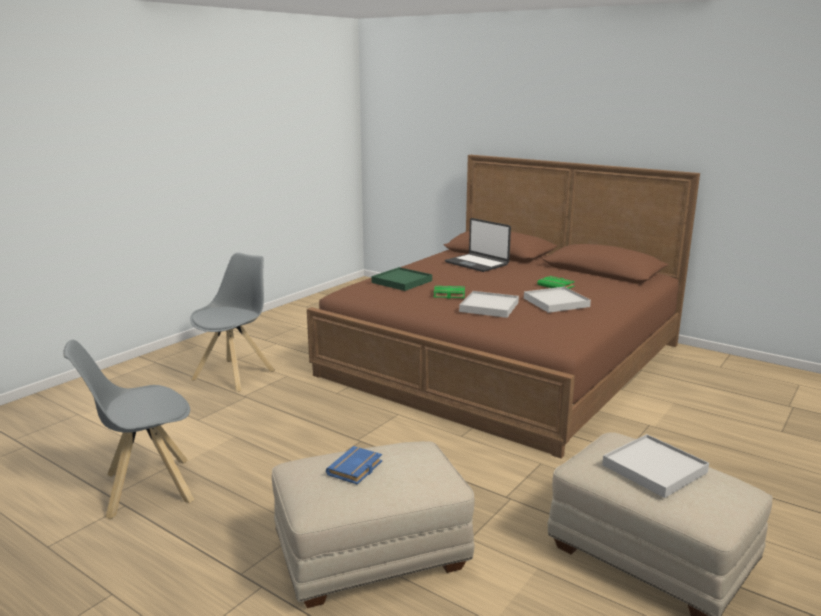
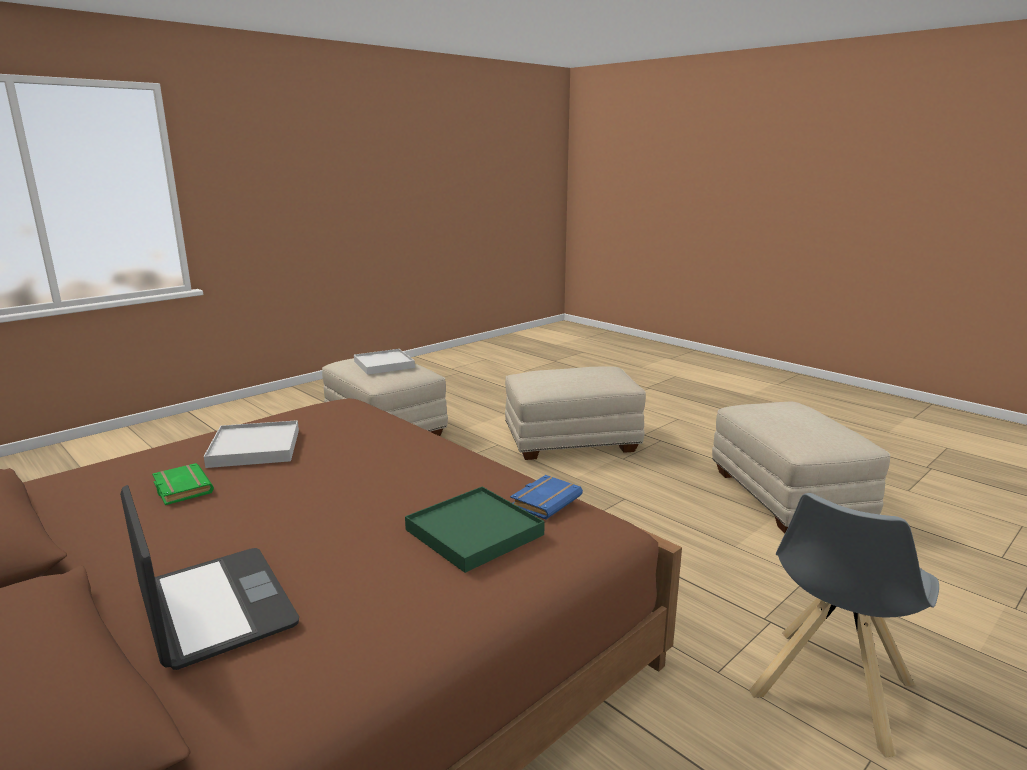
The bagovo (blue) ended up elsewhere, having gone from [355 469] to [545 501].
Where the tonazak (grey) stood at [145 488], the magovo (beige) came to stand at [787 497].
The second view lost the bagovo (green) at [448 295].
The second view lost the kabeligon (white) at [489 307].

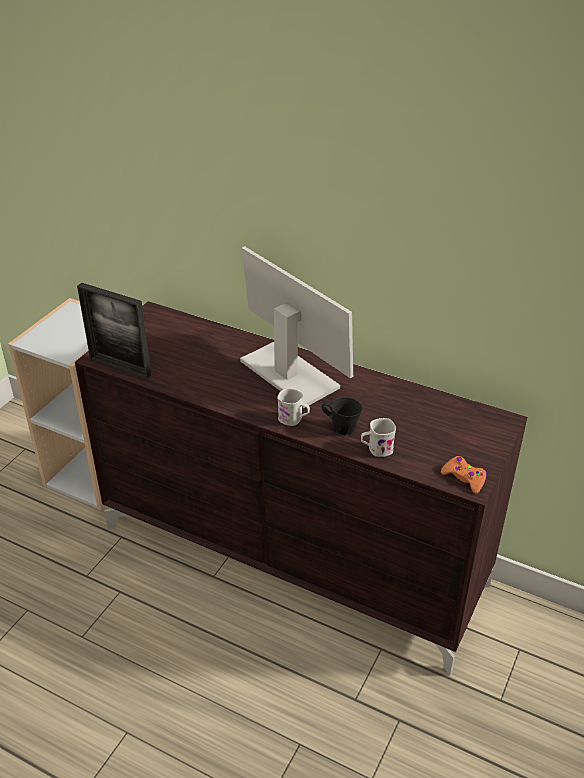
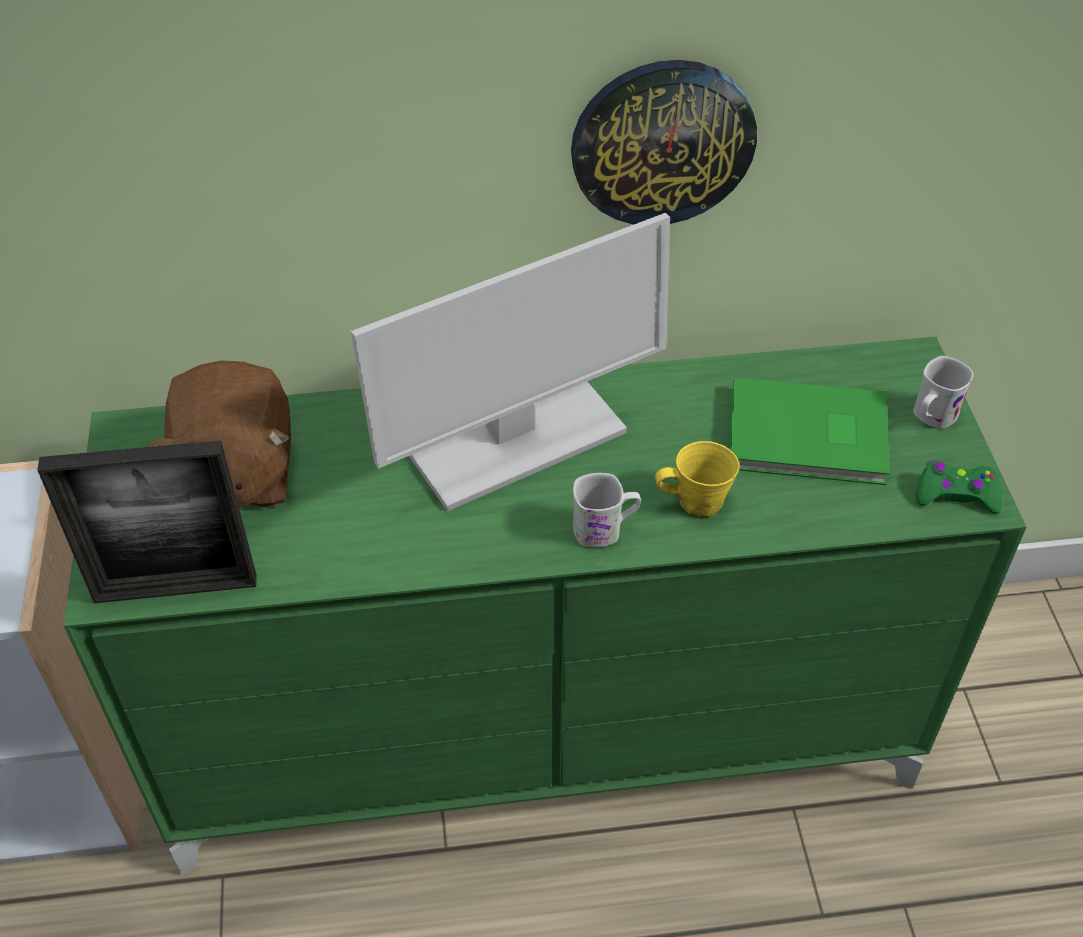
What was the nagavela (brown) at [292 555] turned into the nagavela (green) at [542 732].
The second view gained the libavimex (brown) at [235 474].
The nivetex at [290 374] ended up facing another way, 135 degrees clockwise from before.
The second view gained the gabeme at [662 142].
What was the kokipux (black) at [342 427] turned into the kokipux (yellow) at [696 501].
The second view gained the bagovo (green) at [809 438].
The kokipux (white) ended up elsewhere, having gone from [376 449] to [931 417].
What was the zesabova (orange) at [464 478] turned into the zesabova (green) at [956 494].

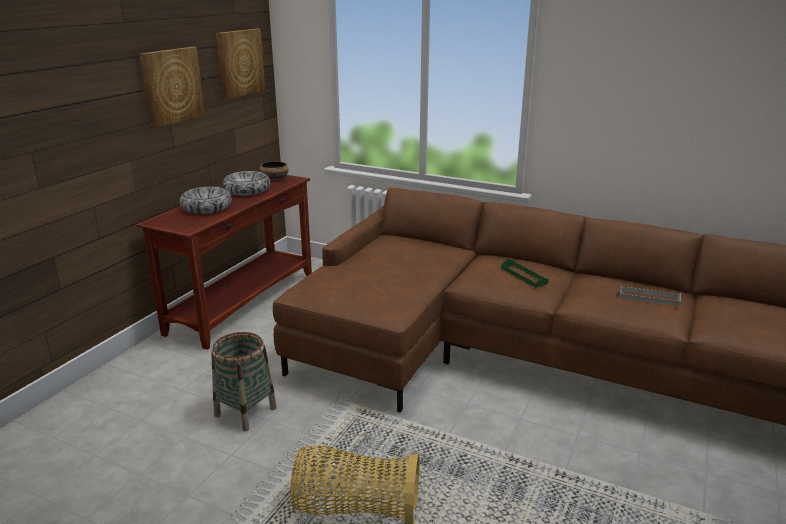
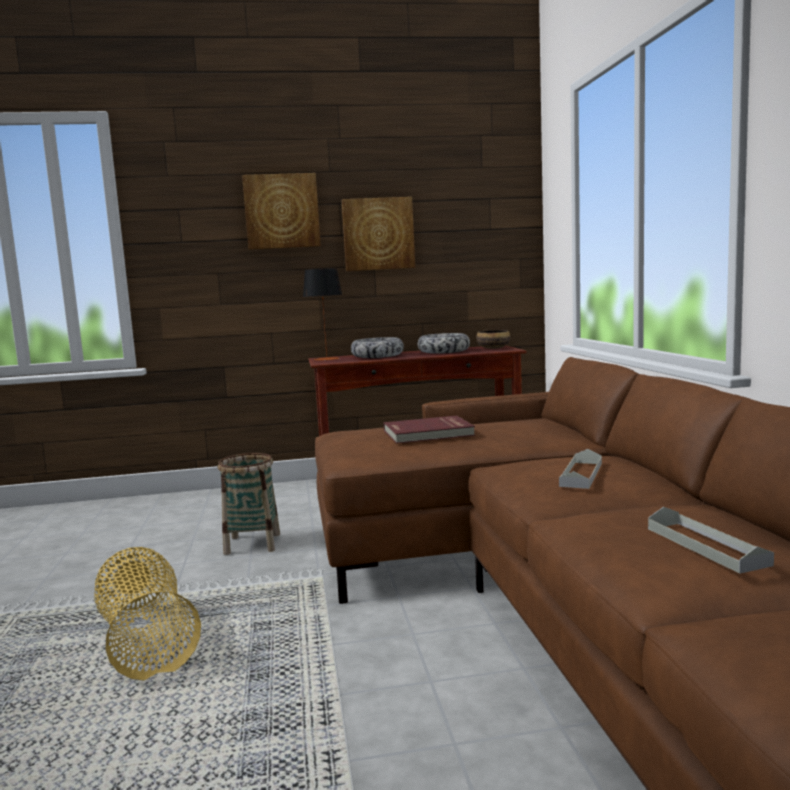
The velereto ended up elsewhere, having gone from [239 63] to [282 211].
The second view gained the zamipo at [326 359].
The second view gained the bagovo (red) at [428 433].
What was the kabeligon (green) at [524 276] turned into the kabeligon (grey) at [581 474].

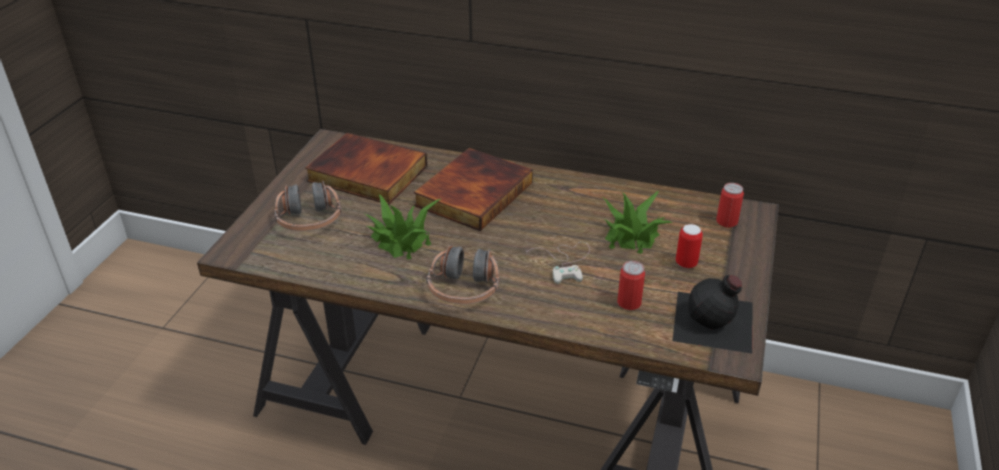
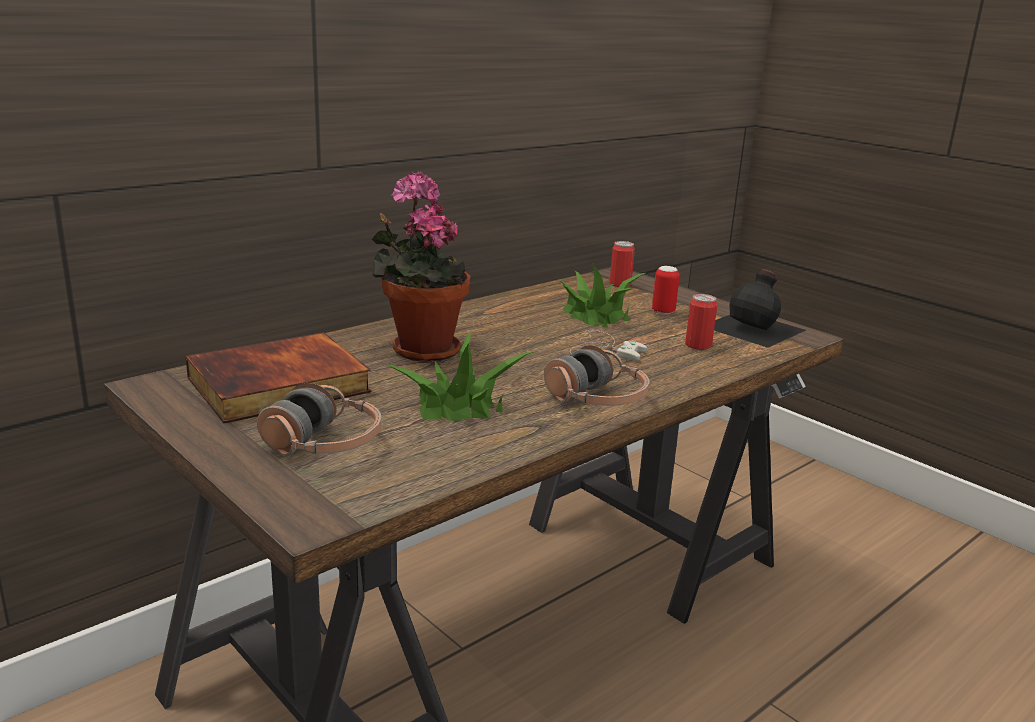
Where the bagovo stood at [472 193], the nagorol came to stand at [420 349].

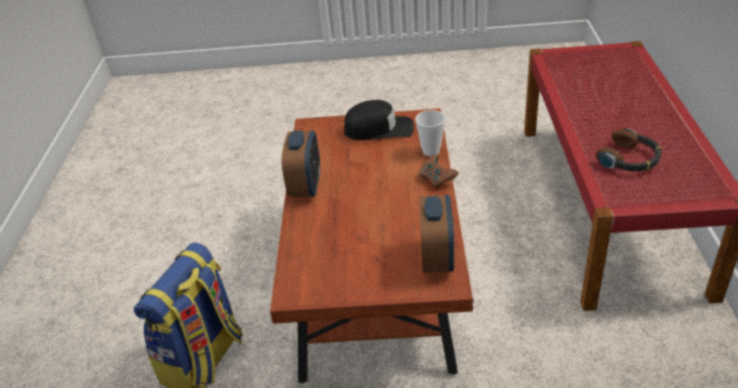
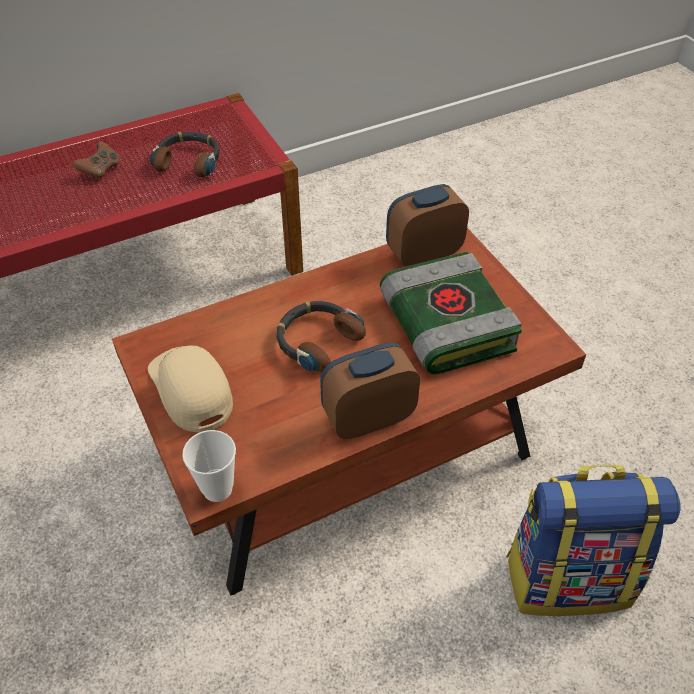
The zesabova (brown) ended up elsewhere, having gone from [436 180] to [100 170].
What was the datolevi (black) at [379 129] turned into the datolevi (beige) at [191 389].
The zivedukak ended up elsewhere, having gone from [431 151] to [217 489].
The second view gained the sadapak at [317 340].
The second view gained the bagovo at [444 323].

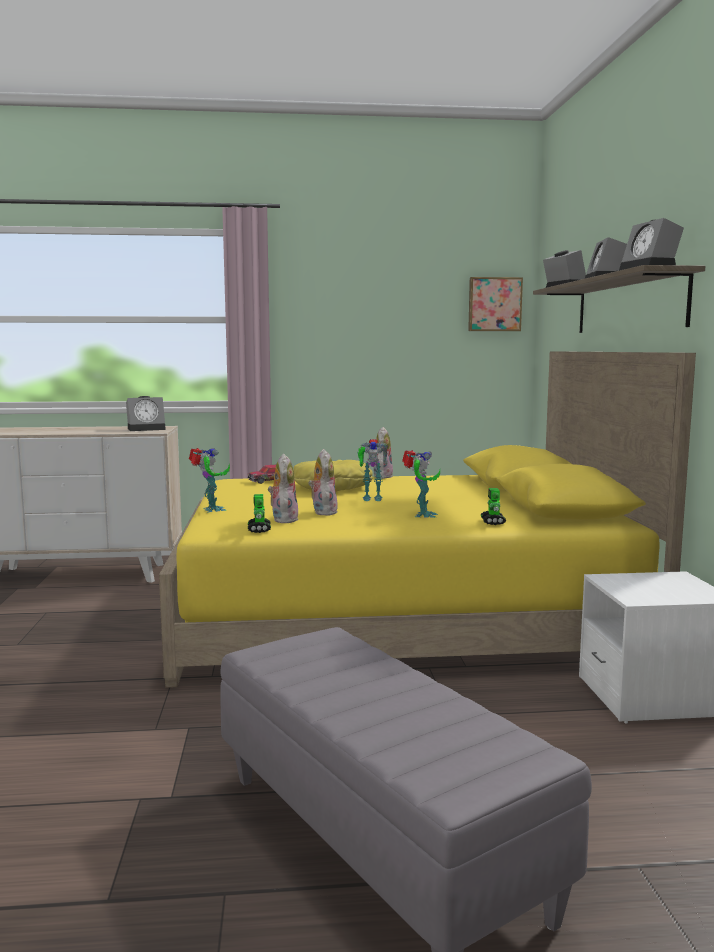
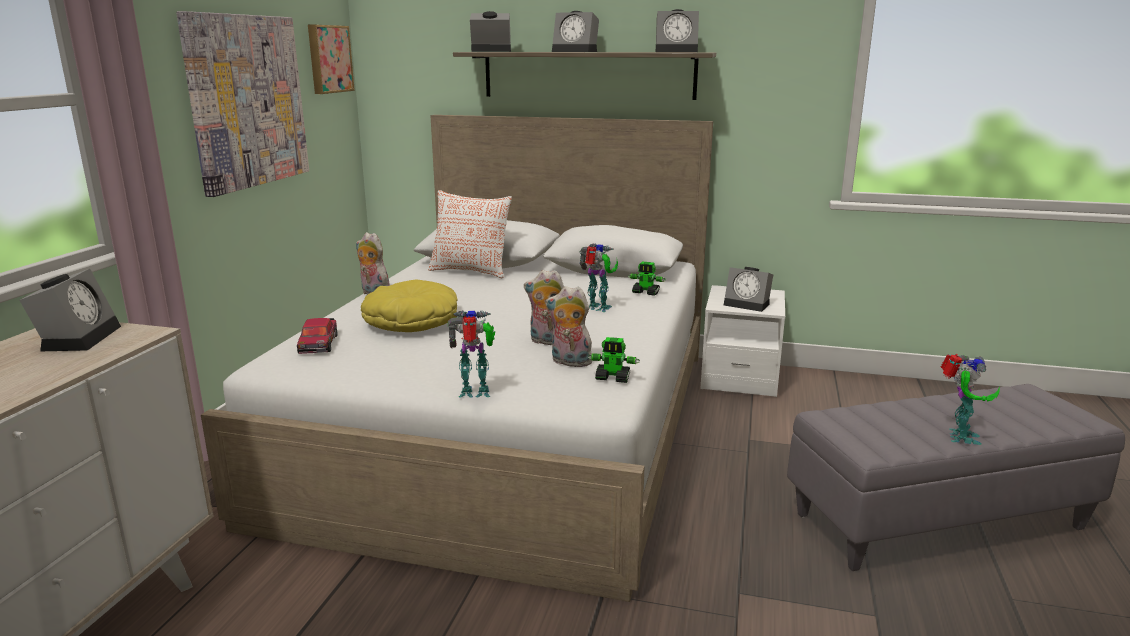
The second view gained the velereto at [246 101].
What was the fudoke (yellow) at [399 614] turned into the fudoke (white) at [512 426].
The second view gained the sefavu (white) at [470 272].
The second view gained the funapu at [748 304].
The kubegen ended up elsewhere, having gone from [371 498] to [959 437].

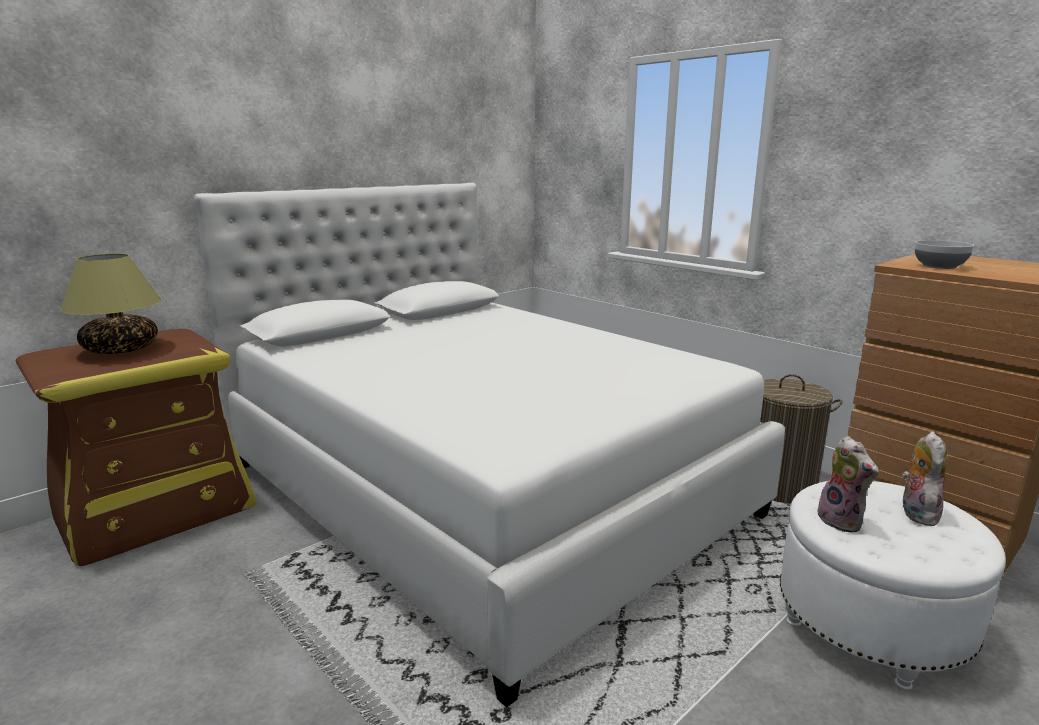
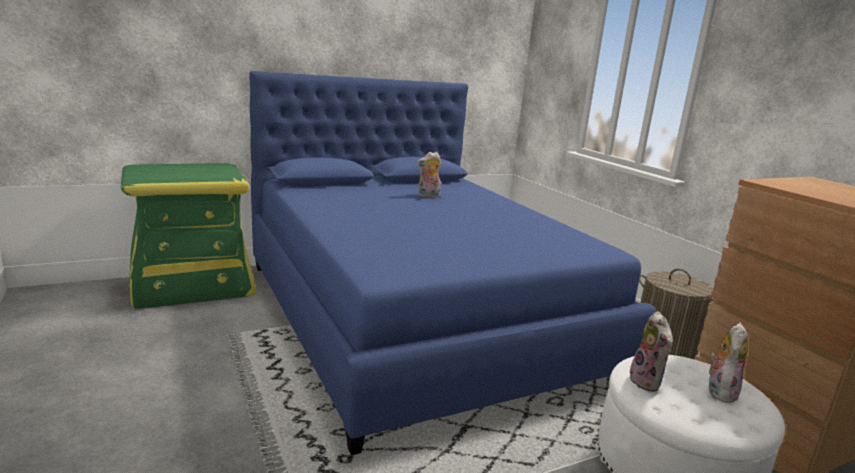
What was the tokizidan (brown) at [159 513] turned into the tokizidan (green) at [194 287].
What was the fudoke (white) at [483 489] turned into the fudoke (blue) at [416 316].
The second view gained the libavimex at [428 196].
The second view lost the zamipo at [121 350].
The second view lost the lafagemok at [940 266].

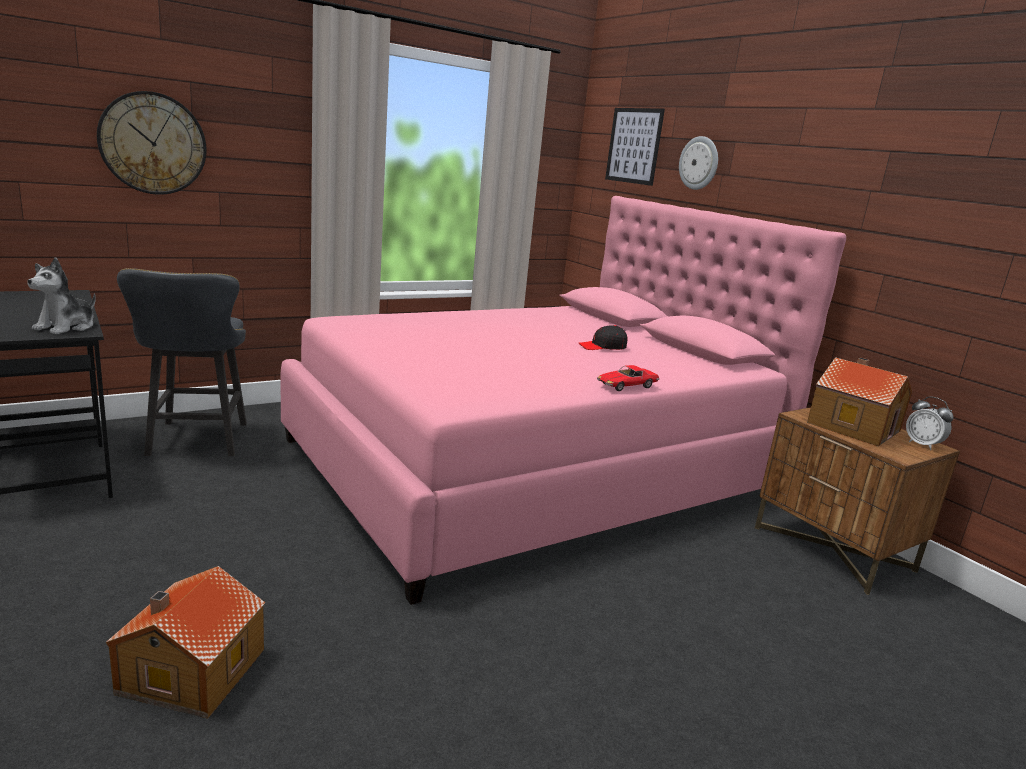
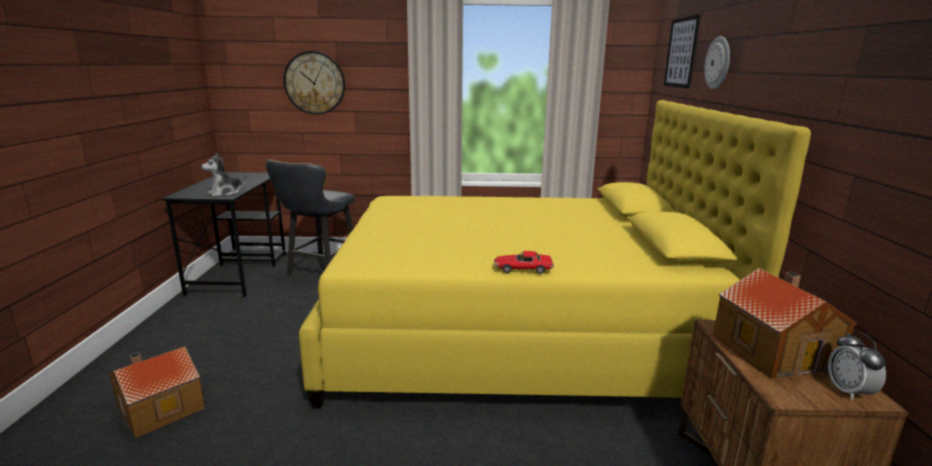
What was the fudoke (pink) at [530 469] turned into the fudoke (yellow) at [515 331].
The second view lost the datolevi (black) at [603 347].

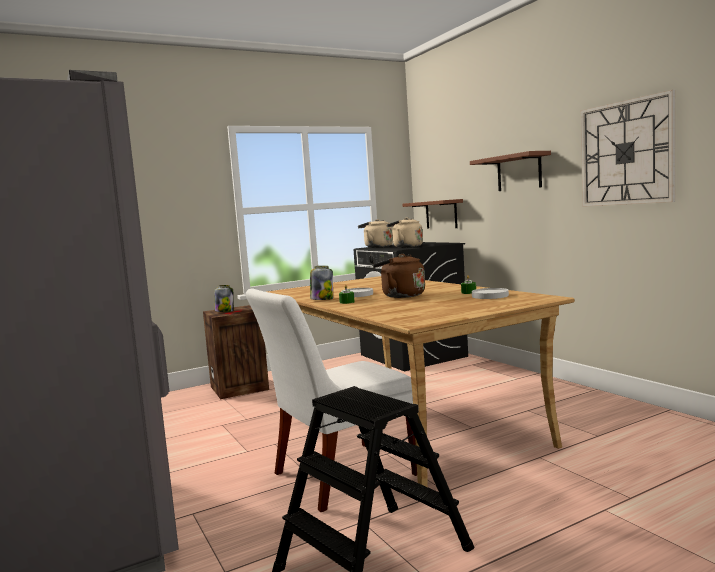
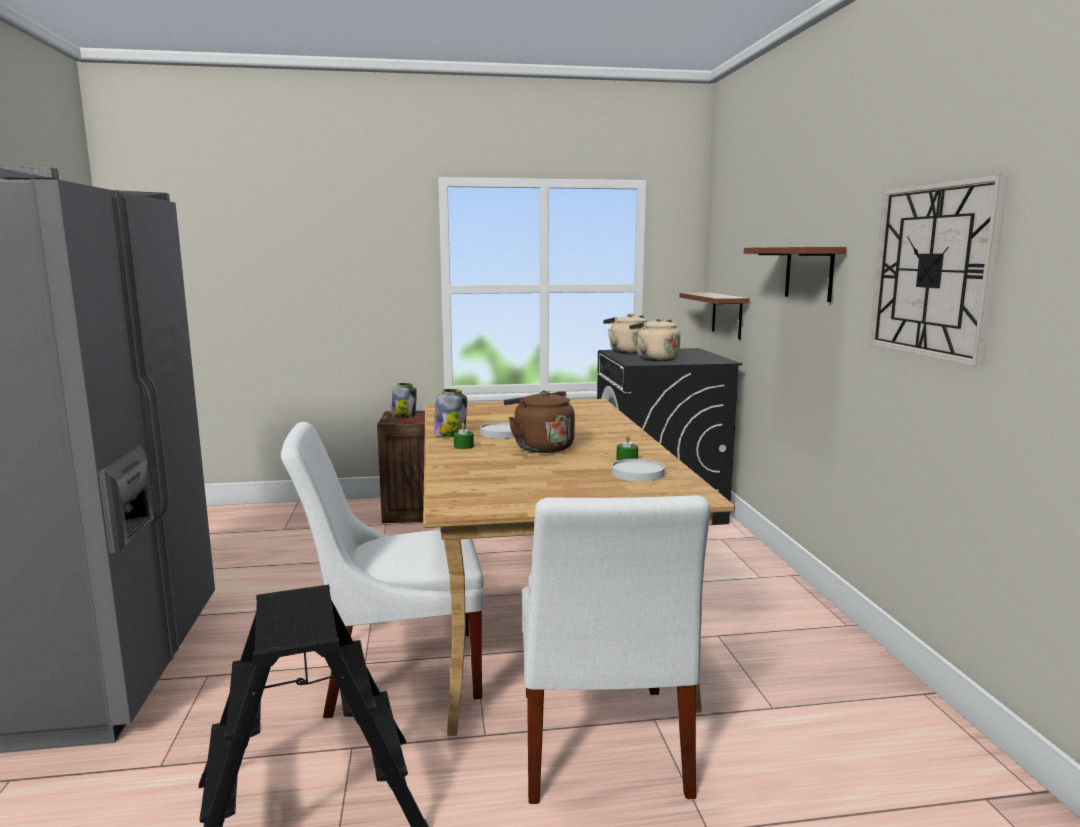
The second view gained the tonazak (white) at [600 747].

